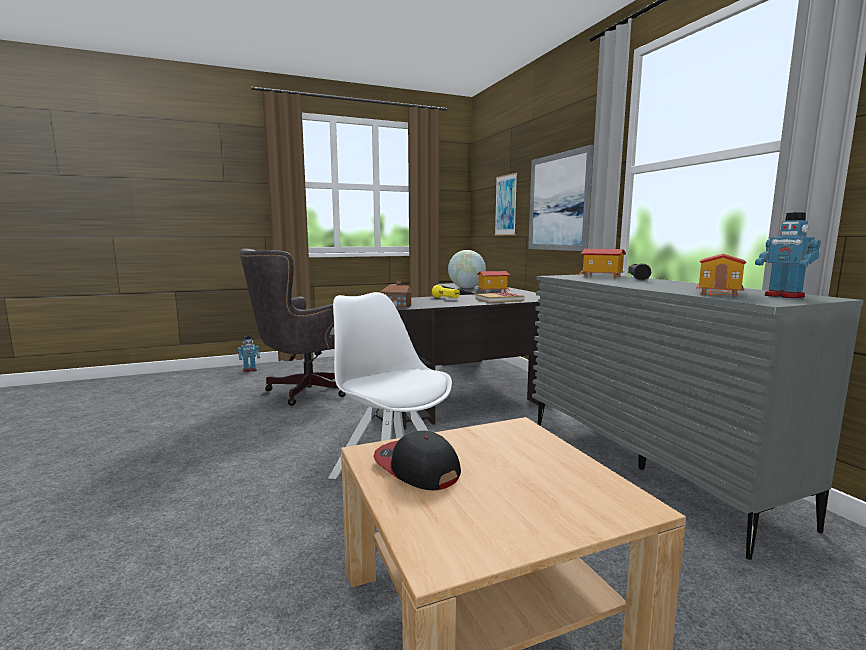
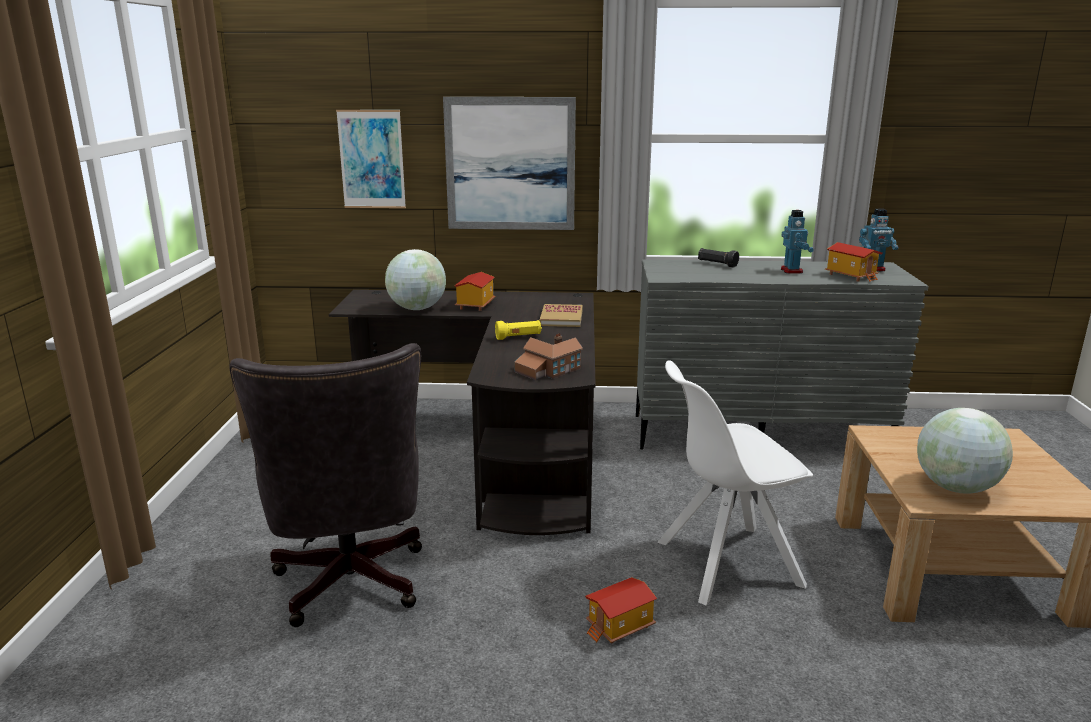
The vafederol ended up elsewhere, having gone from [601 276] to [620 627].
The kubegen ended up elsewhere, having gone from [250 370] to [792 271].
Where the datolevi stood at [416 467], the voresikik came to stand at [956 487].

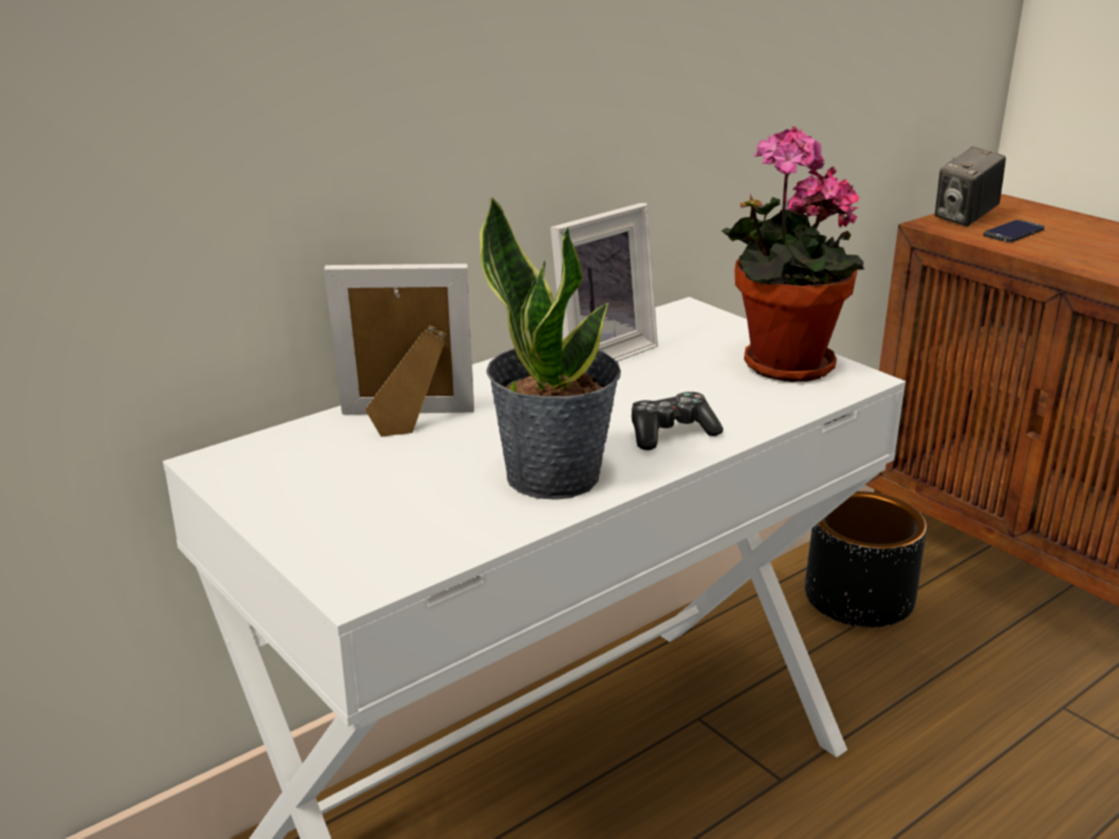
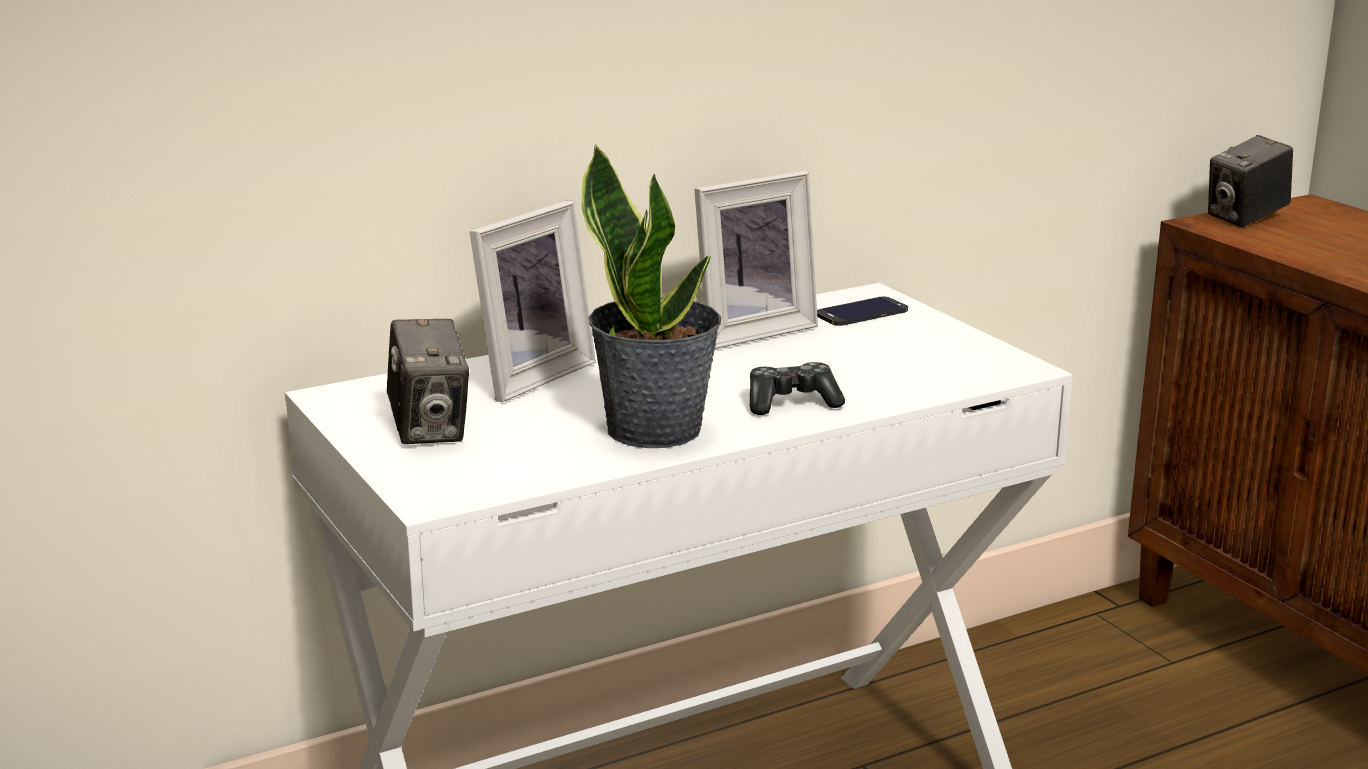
The second view gained the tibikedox at [430 430].
The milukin at [406 422] ended up facing another way, 120 degrees clockwise from before.
The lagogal ended up elsewhere, having gone from [1013 232] to [861 312].
The second view lost the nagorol at [779 365].
The second view lost the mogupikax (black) at [857 599].

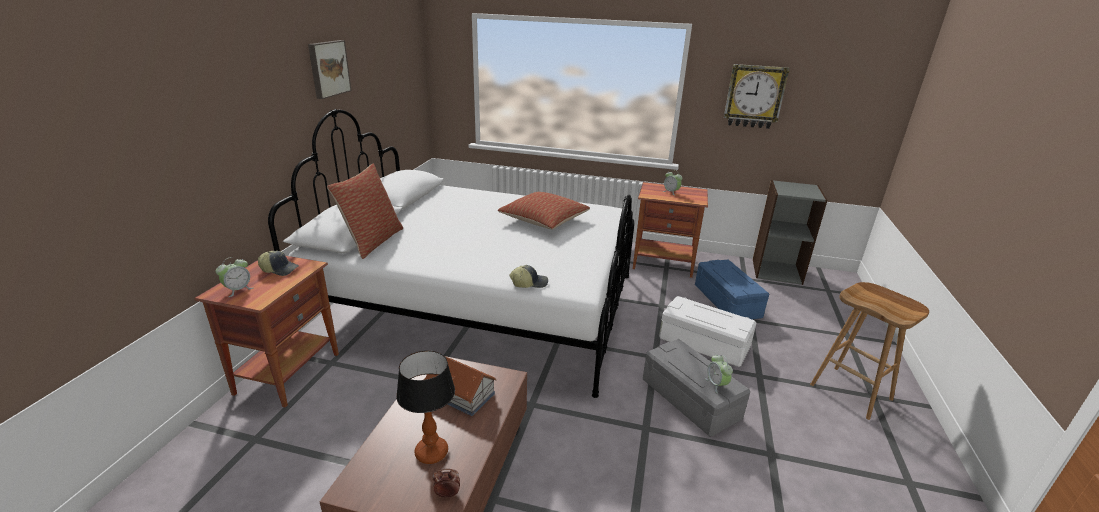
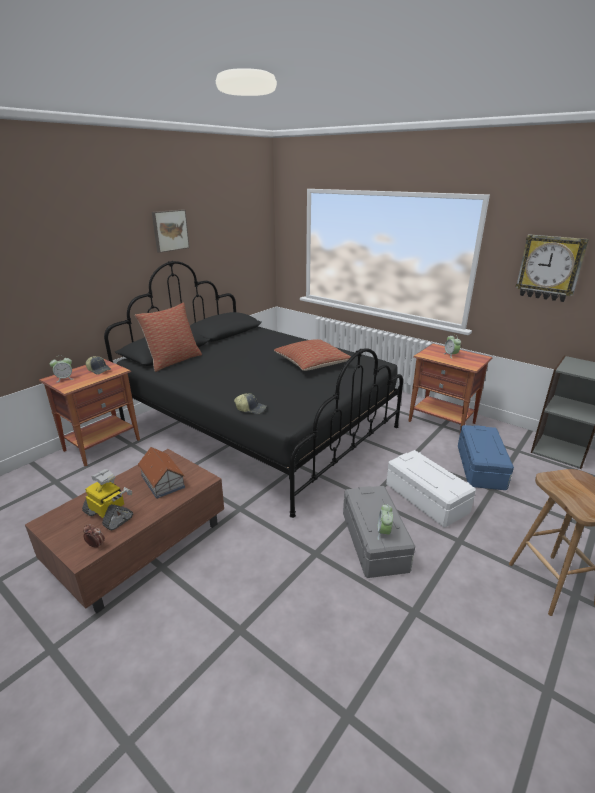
Where the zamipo stood at [431 453], the kubegen came to stand at [110 515].
What was the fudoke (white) at [480 304] turned into the fudoke (black) at [259 425].

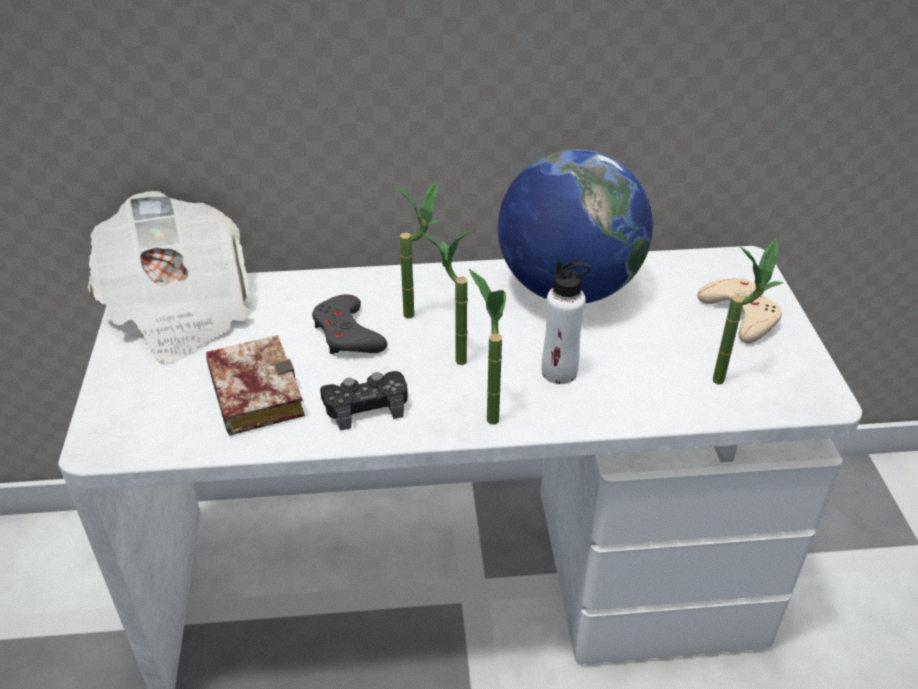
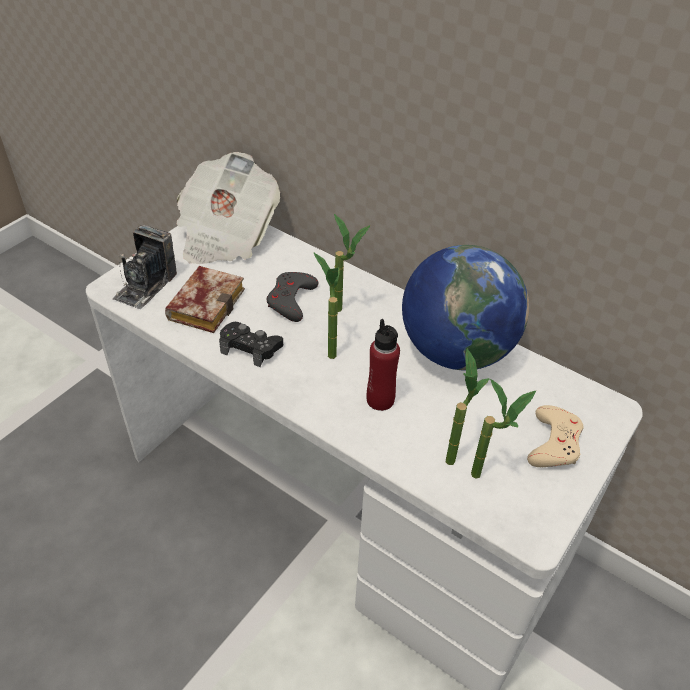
The second view gained the tibikedox at [146 286].
What was the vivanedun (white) at [559 372] turned into the vivanedun (red) at [380 400].
The nagorol ended up elsewhere, having gone from [487 411] to [452 453].

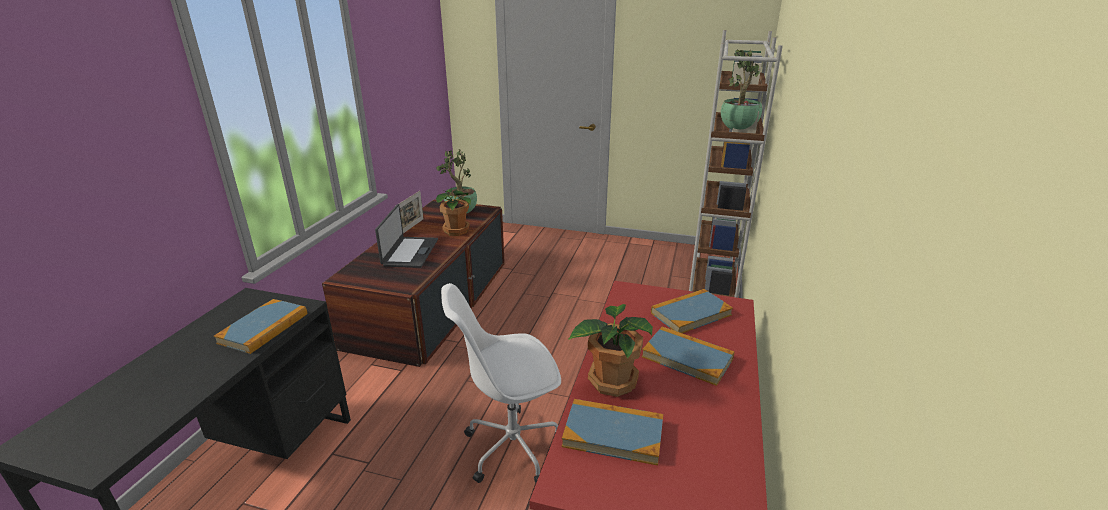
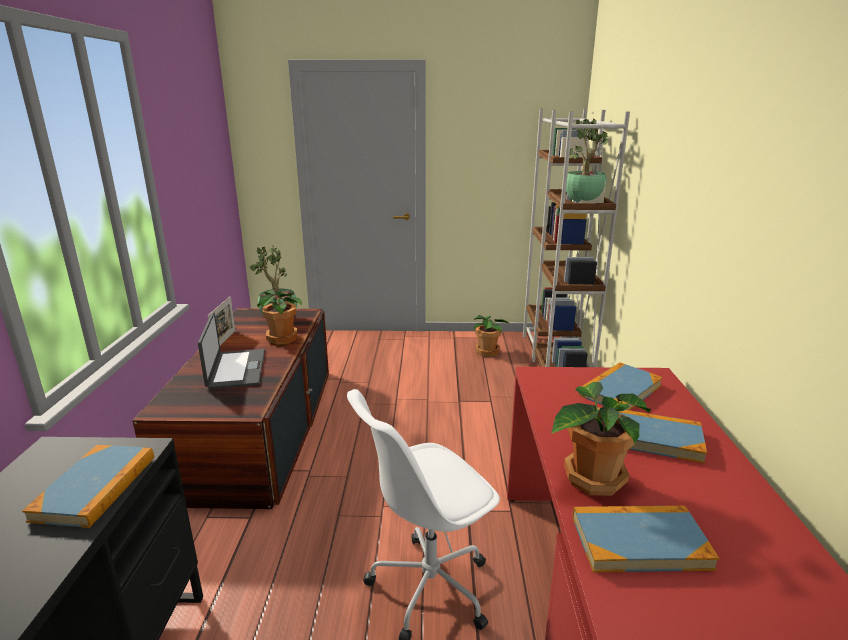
The second view gained the nagorol at [487 351].

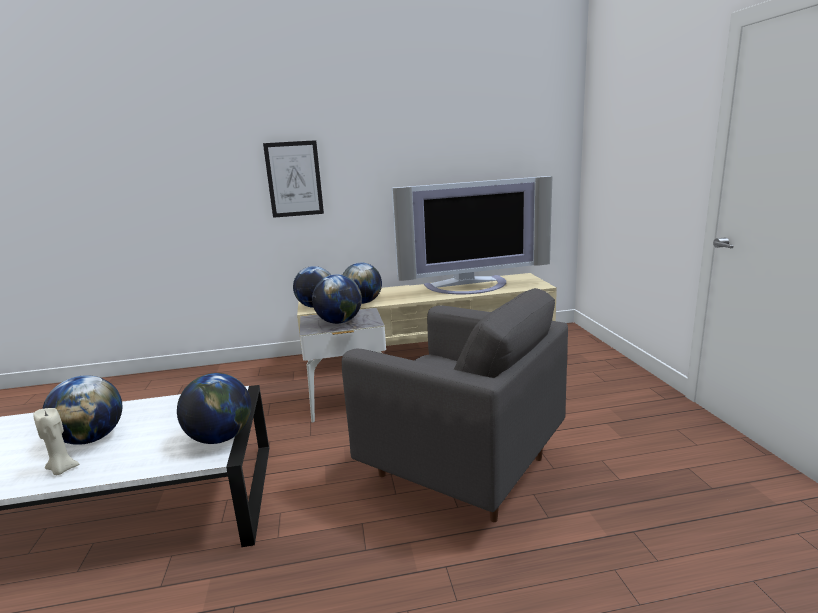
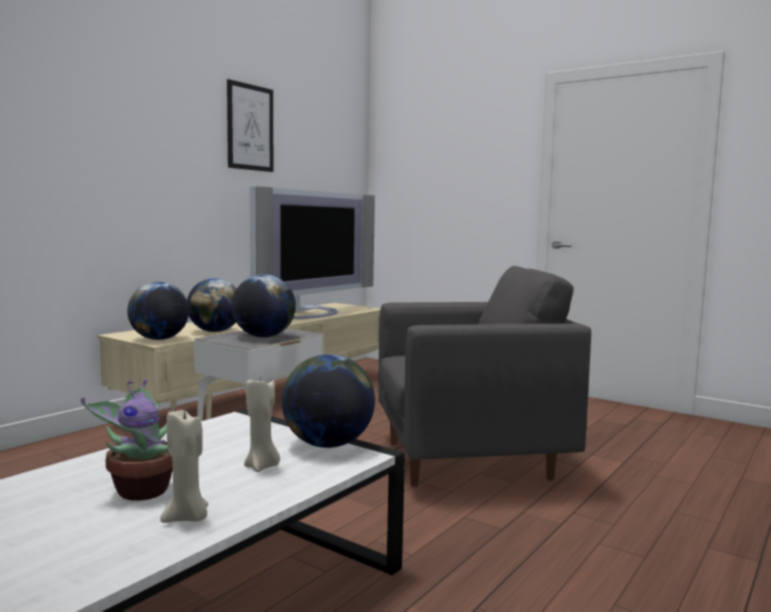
Where the voresikik stood at [91 439], the nagorol came to stand at [140 490].
The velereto ended up elsewhere, having gone from [294 179] to [250 127].
The second view gained the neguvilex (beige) at [262 467].

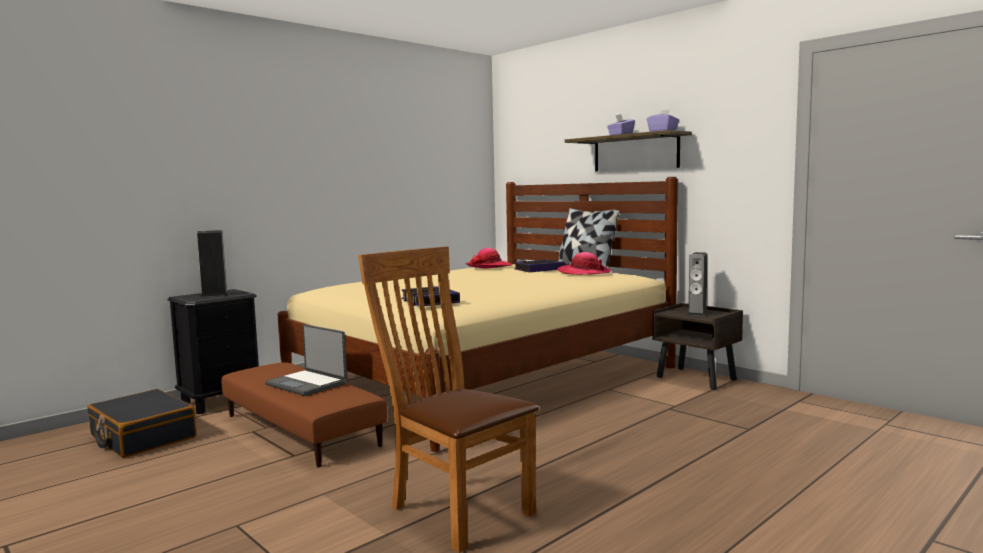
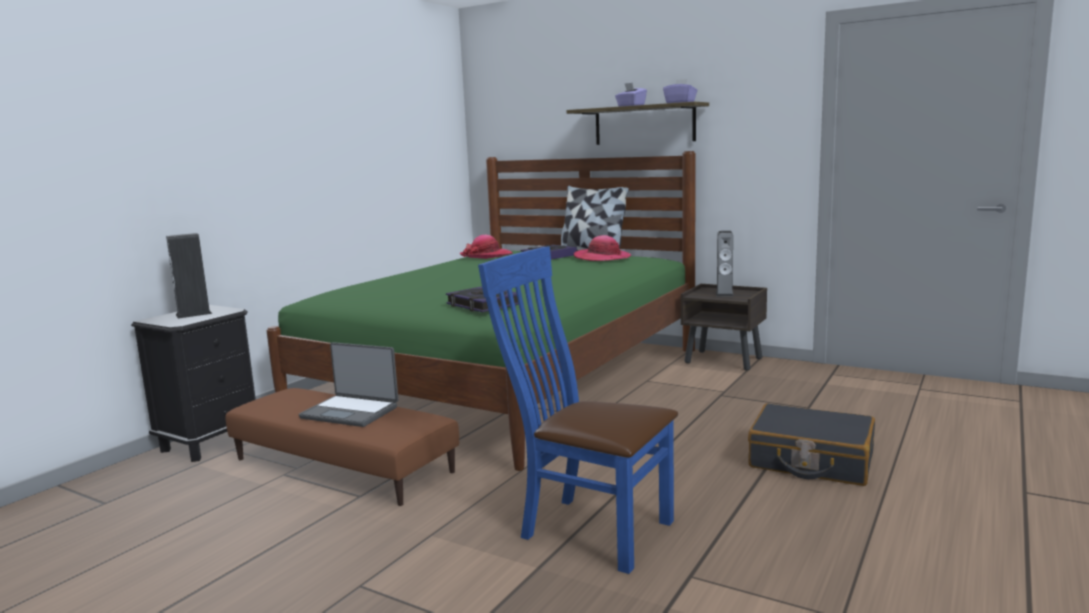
What was the fudoke (beige) at [485 377] turned into the fudoke (green) at [507 380].
What was the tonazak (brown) at [454 508] turned into the tonazak (blue) at [588 528].
The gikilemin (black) ended up elsewhere, having gone from [142 437] to [811 461].

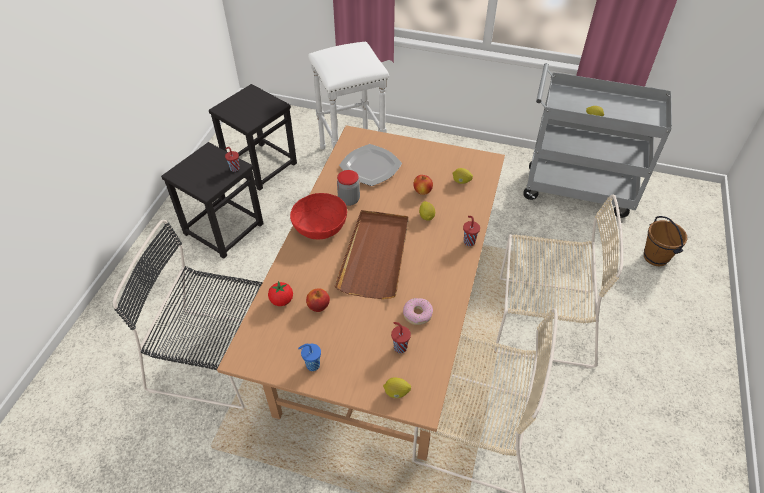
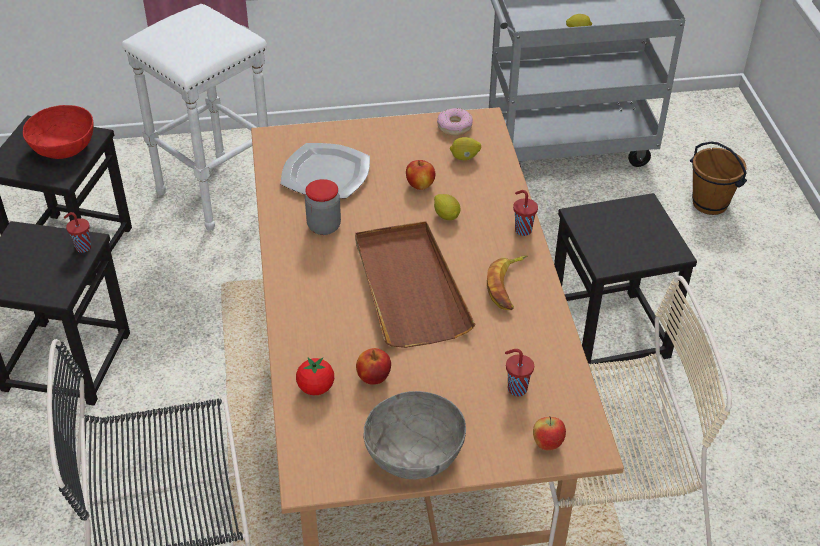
The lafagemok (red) ended up elsewhere, having gone from [320 227] to [63 147].
Where the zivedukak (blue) stood at [312 365], the lafagemok (grey) came to stand at [414 453].
The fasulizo ended up elsewhere, having gone from [417 314] to [454 126].
The second view gained the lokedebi at [507 286].
Where the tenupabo stood at [396 392], the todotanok came to stand at [547 444].
Where the tonazak (beige) stood at [540 320], the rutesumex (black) came to stand at [609 332].

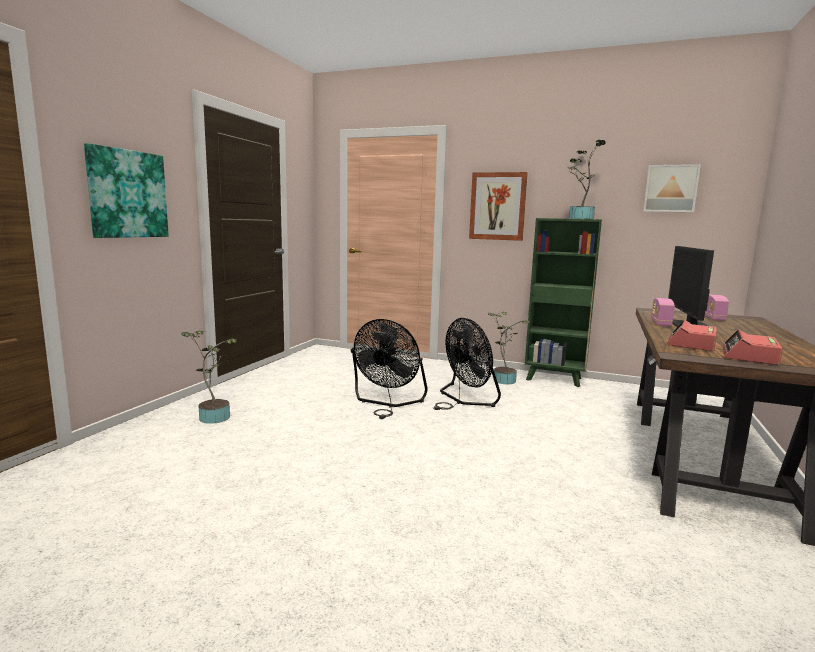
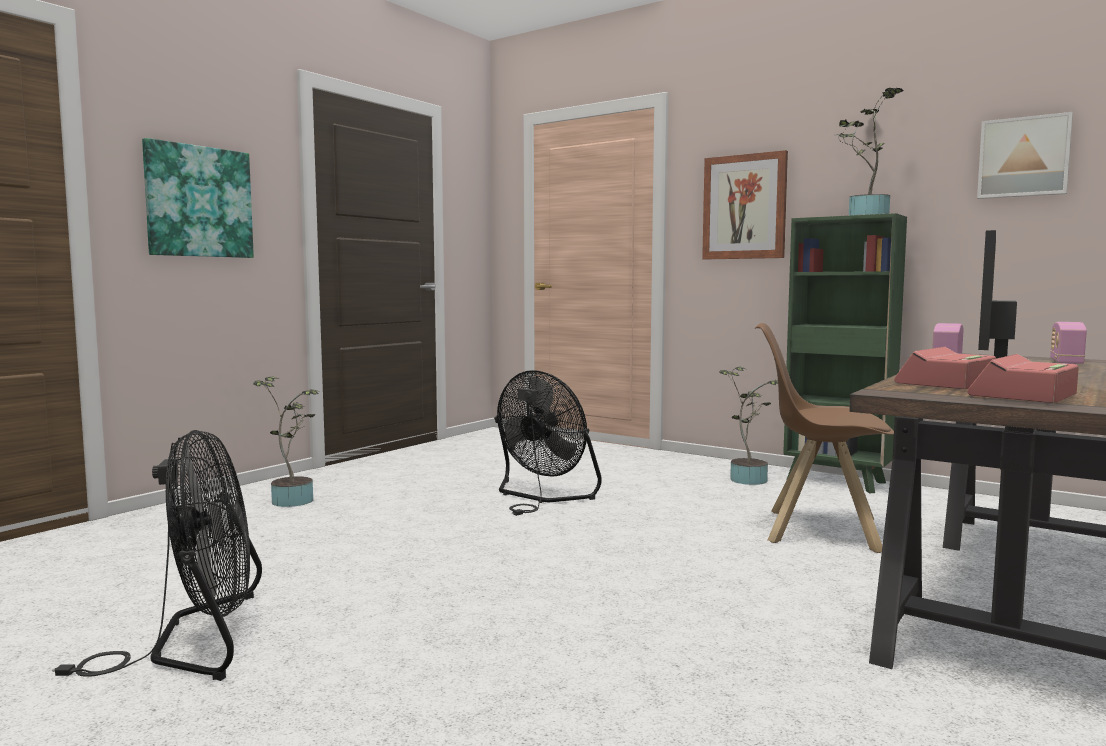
The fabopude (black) ended up elsewhere, having gone from [461 398] to [193 641].
The second view gained the tonazak (brown) at [818 530].

